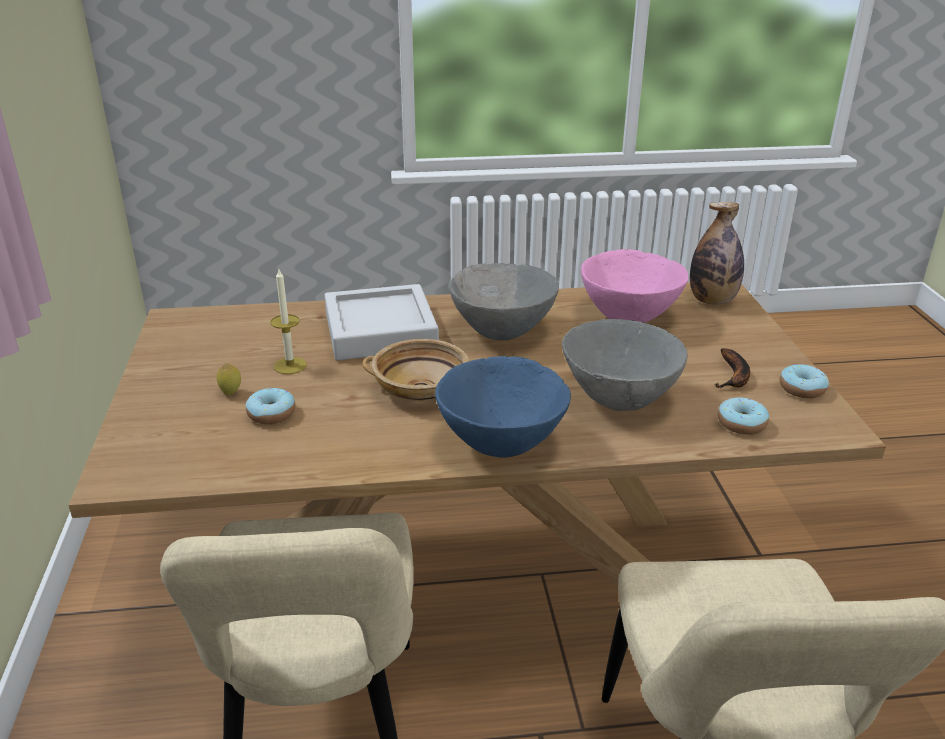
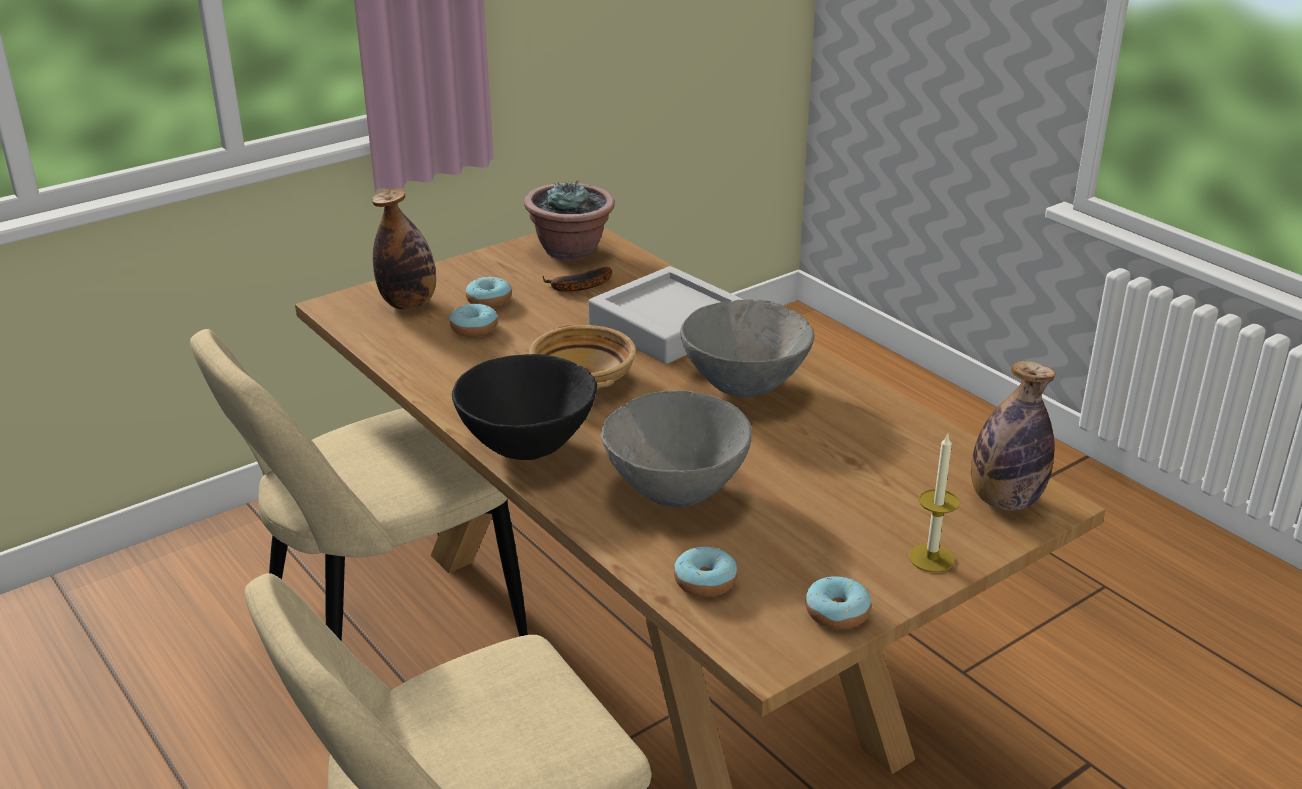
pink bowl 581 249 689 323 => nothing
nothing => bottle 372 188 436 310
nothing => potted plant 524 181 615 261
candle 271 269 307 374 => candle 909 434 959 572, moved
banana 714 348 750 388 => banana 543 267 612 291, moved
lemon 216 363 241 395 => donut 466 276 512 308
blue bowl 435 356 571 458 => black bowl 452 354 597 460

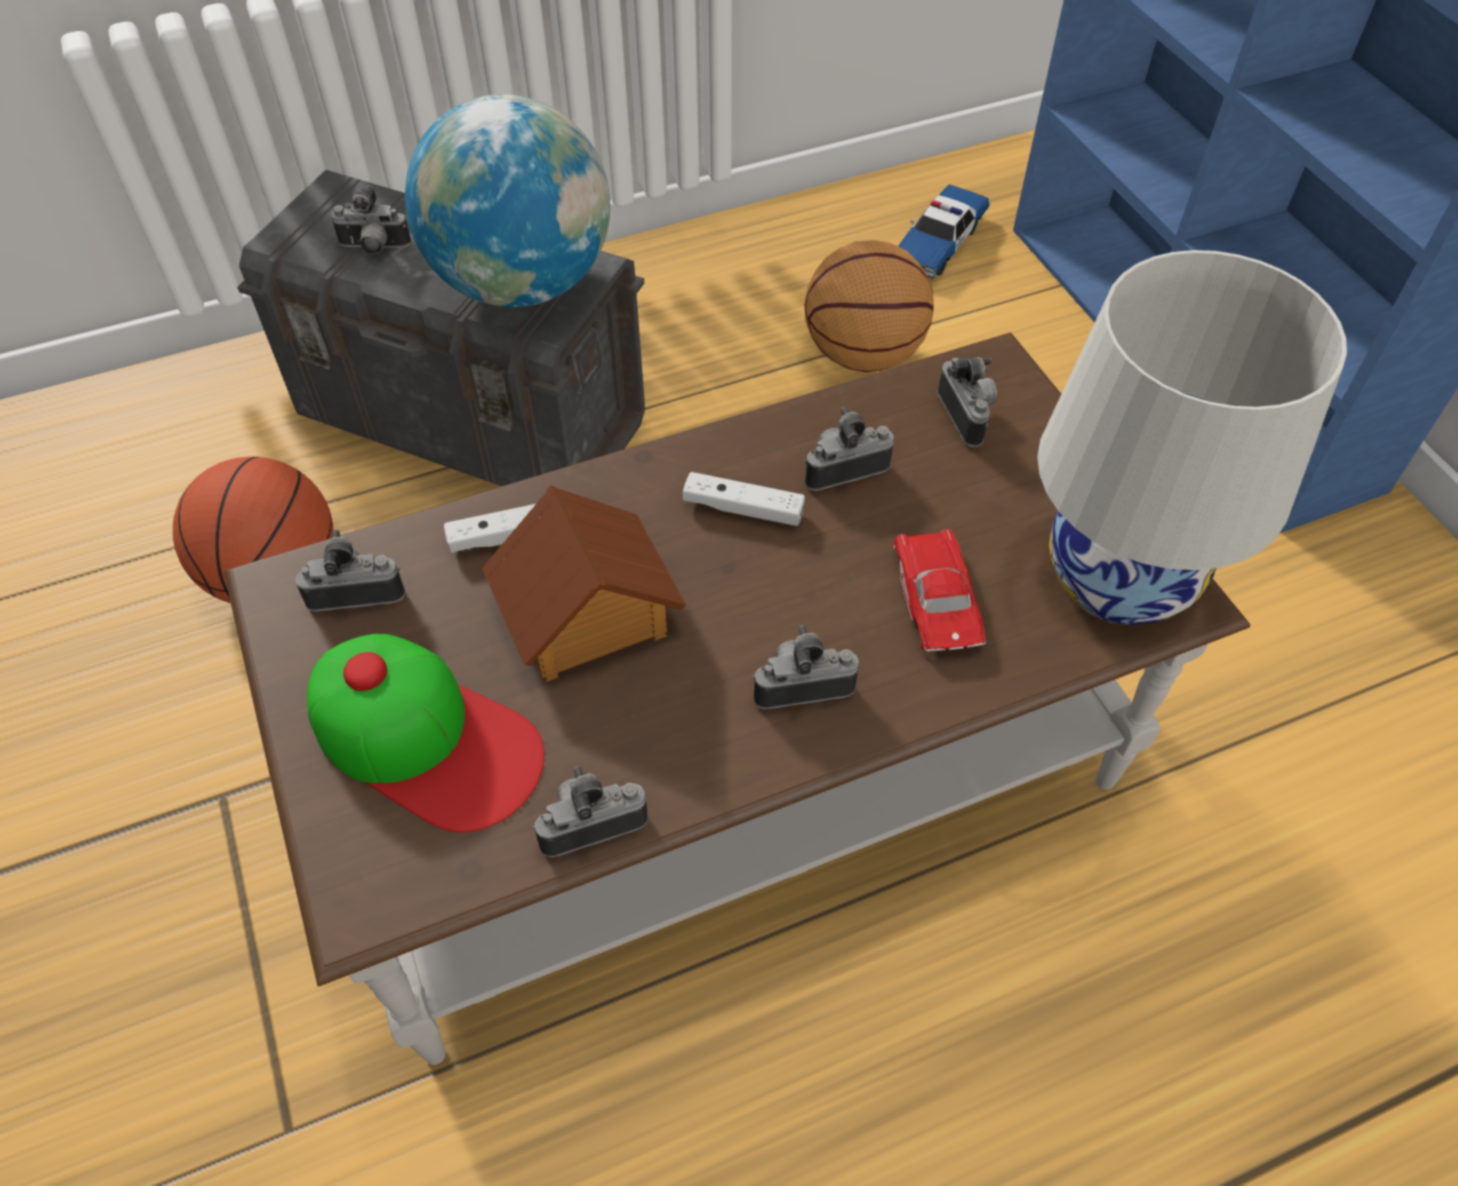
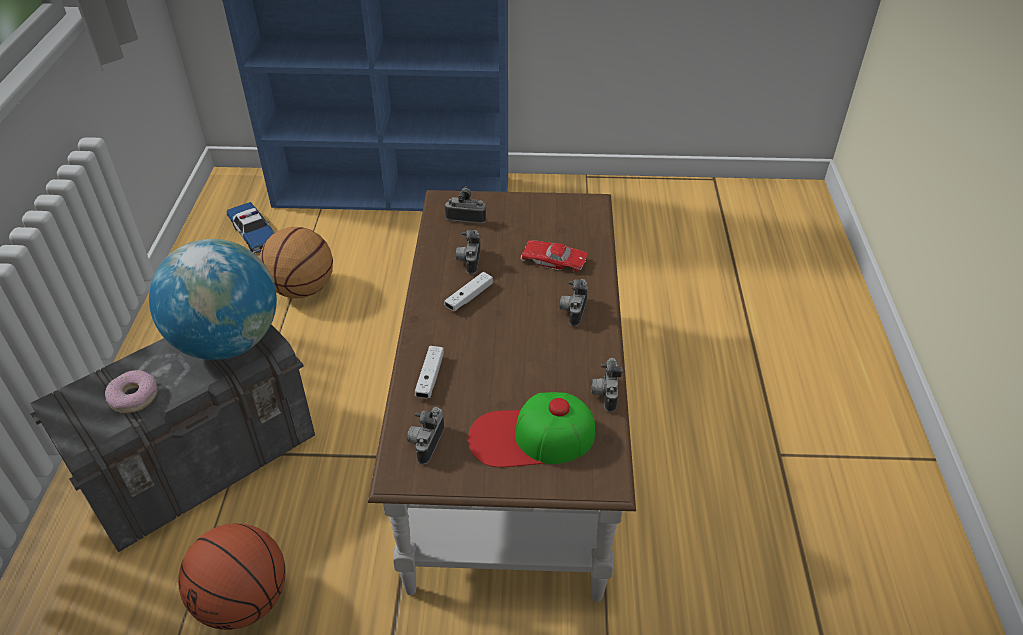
toy house 482 485 686 682 => nothing
white table lamp 1037 250 1347 625 => nothing
photo camera 331 185 411 254 => donut 105 370 157 413
cap 307 634 544 833 => cap 468 392 595 467, 150 degrees counterclockwise

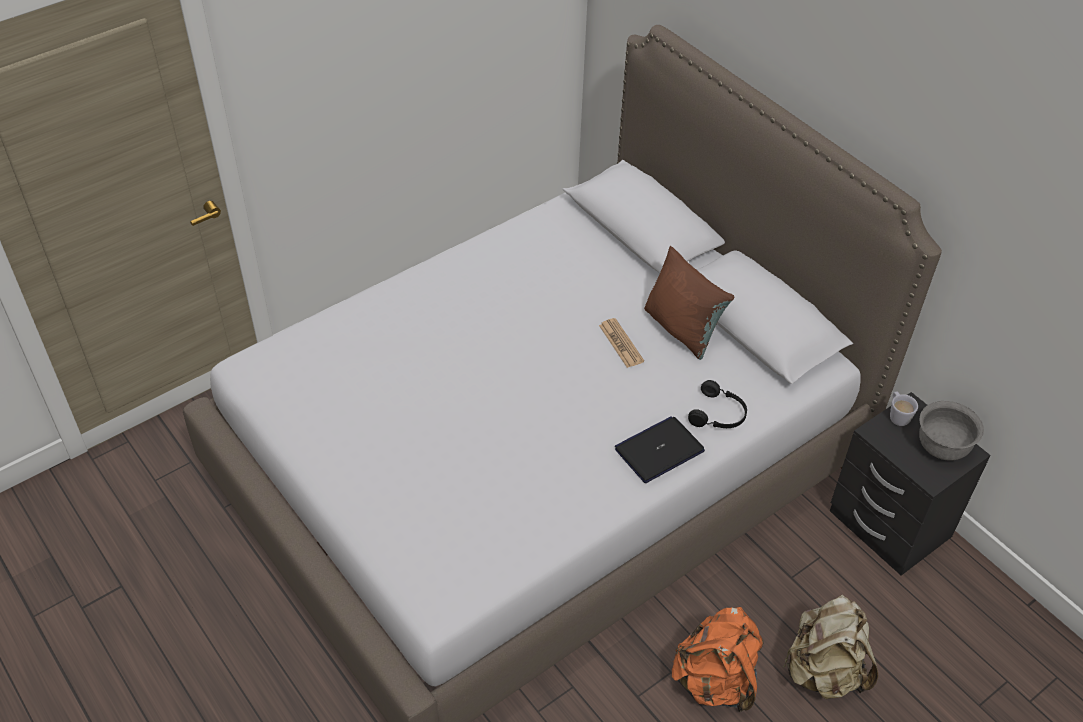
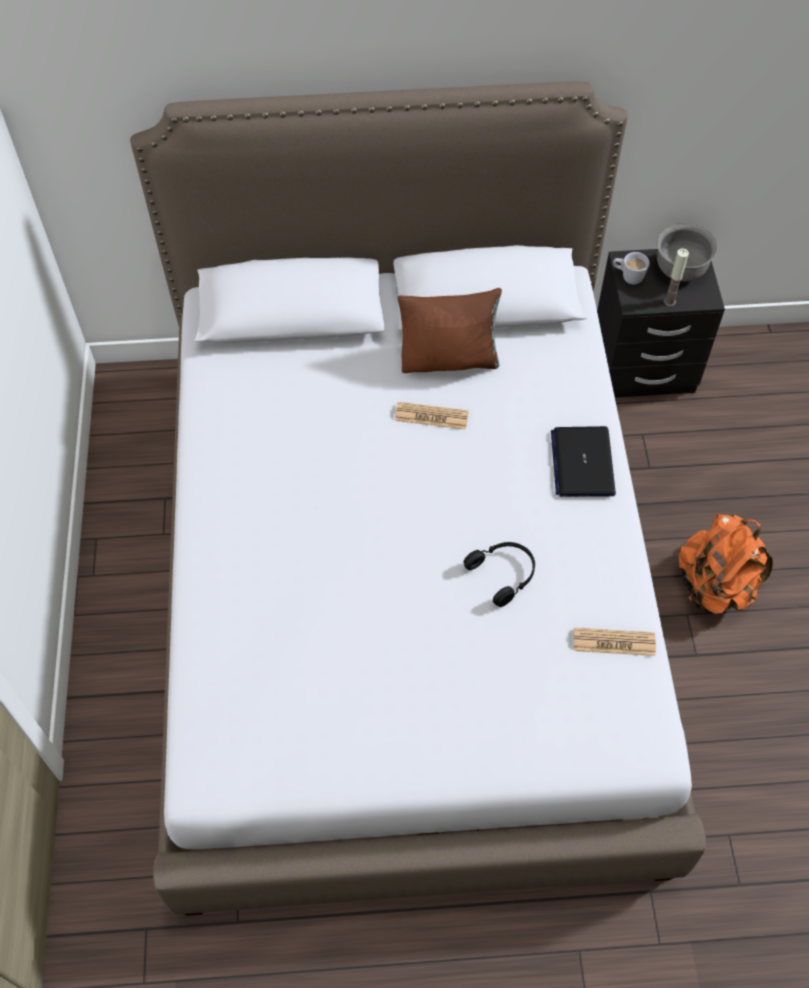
beige backpack 783 594 878 699 => nothing
nothing => newspaper 574 628 656 656
nothing => candle 664 249 689 306
black headphones 688 380 747 428 => black headphones 464 542 535 607, moved

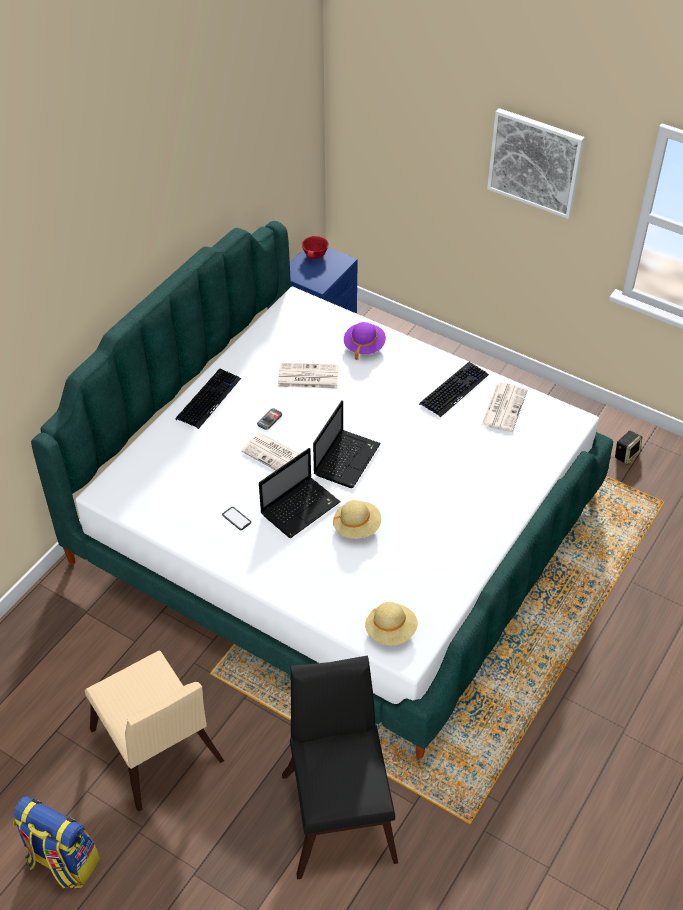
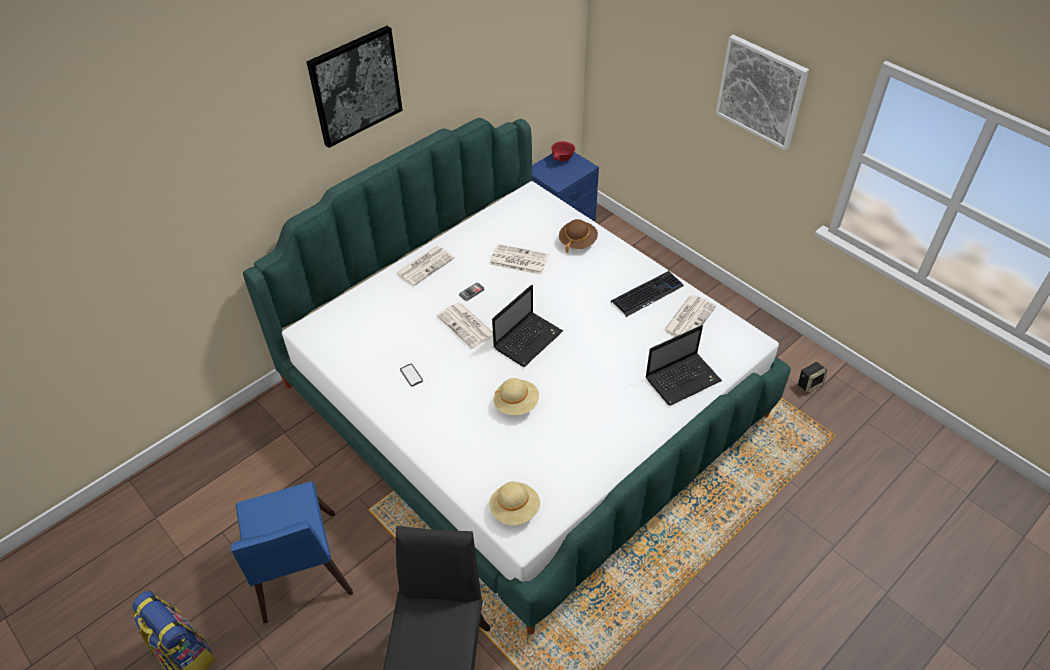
nothing => picture 306 26 403 148
laptop 259 448 341 538 => laptop 645 325 722 406, moved
keyboard 175 369 241 429 => newspaper 396 246 455 286
beige chair 85 651 224 812 => blue chair 231 481 353 623
purple hat 344 322 386 360 => brown hat 559 219 598 253

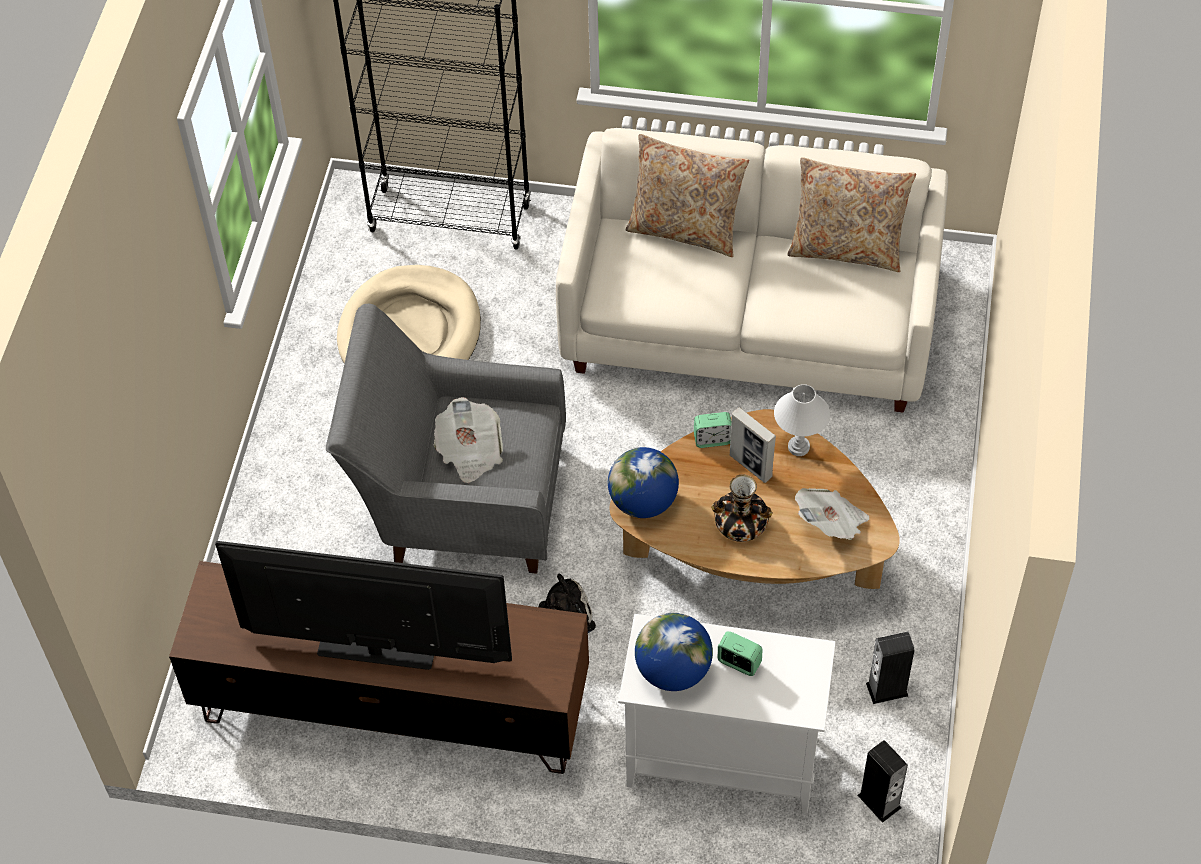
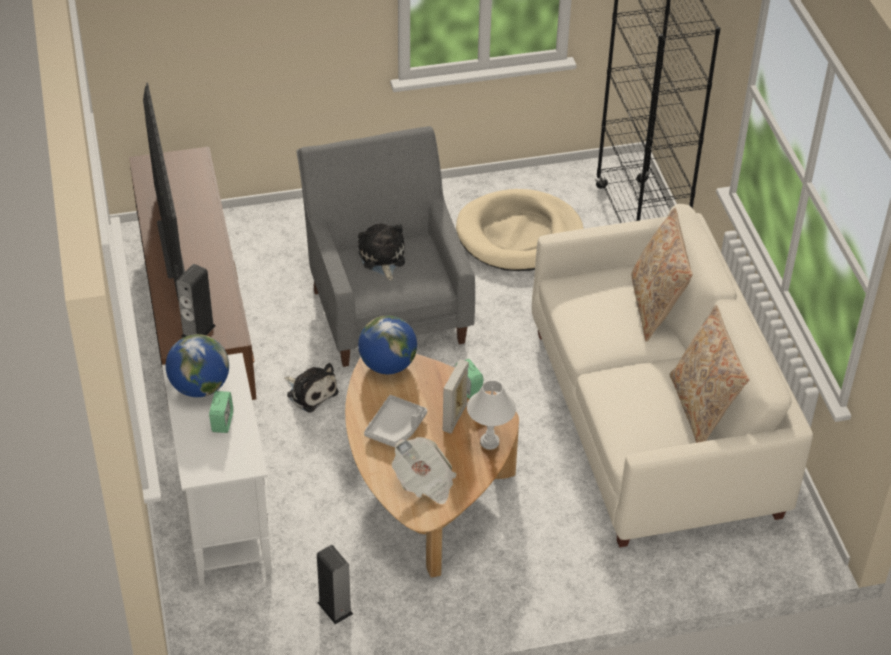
speaker 858 740 908 823 => speaker 176 264 216 338, moved
newspaper 434 397 503 483 => plush toy 358 223 405 281
vase 711 475 773 542 => grey tray 364 395 427 447

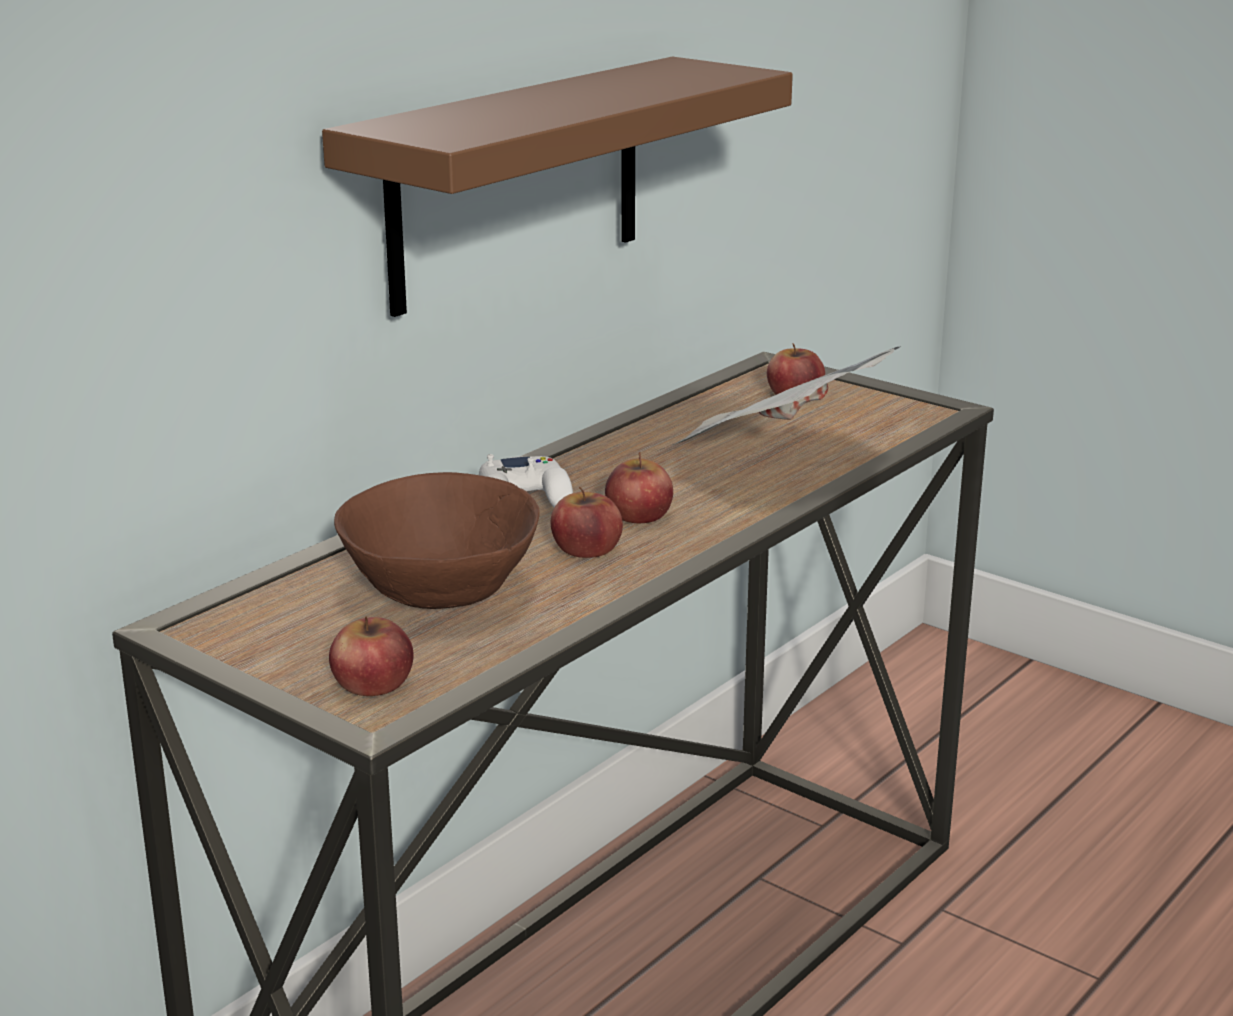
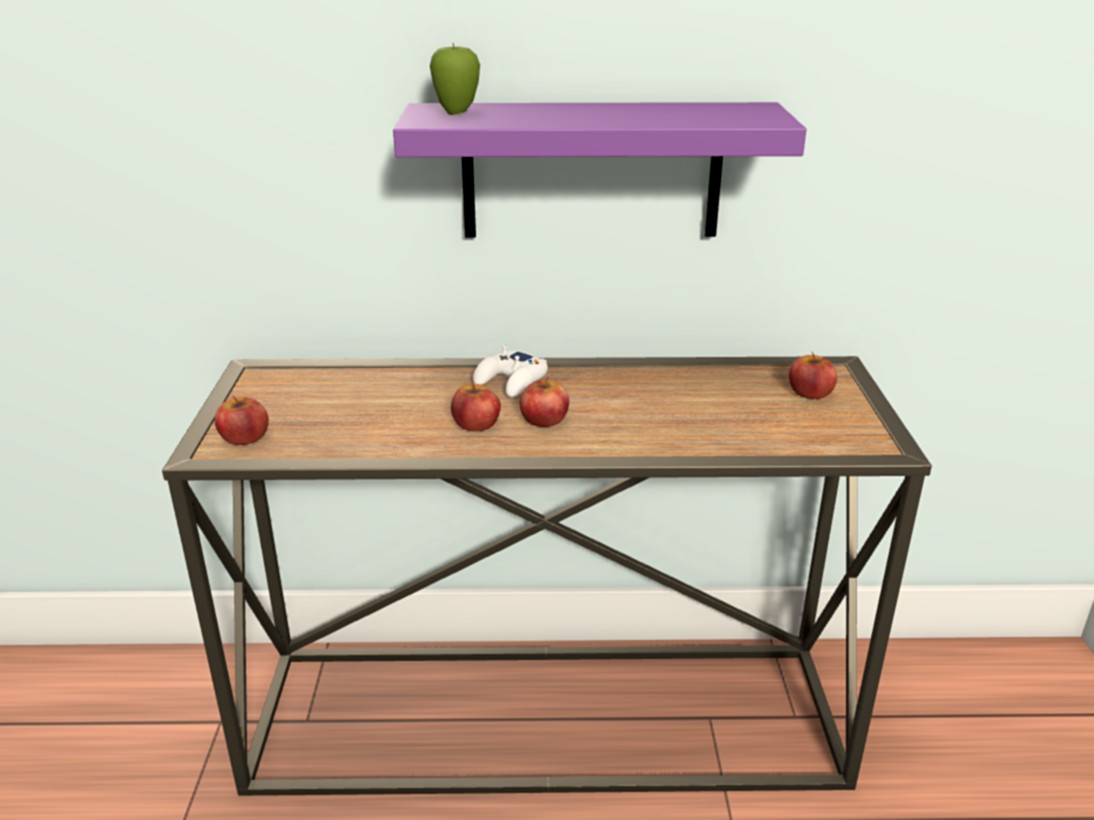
brown bowl 334 472 540 609 => nothing
newspaper 660 346 901 450 => nothing
nothing => apple 430 43 480 115
brown shelf 322 57 793 317 => purple shelf 393 102 807 238

